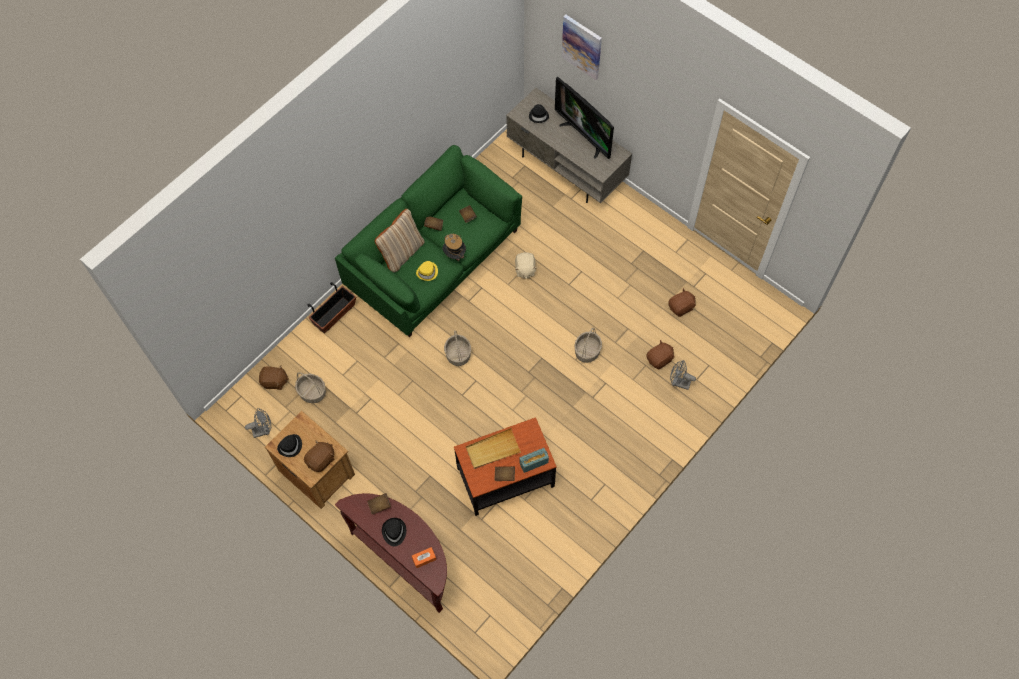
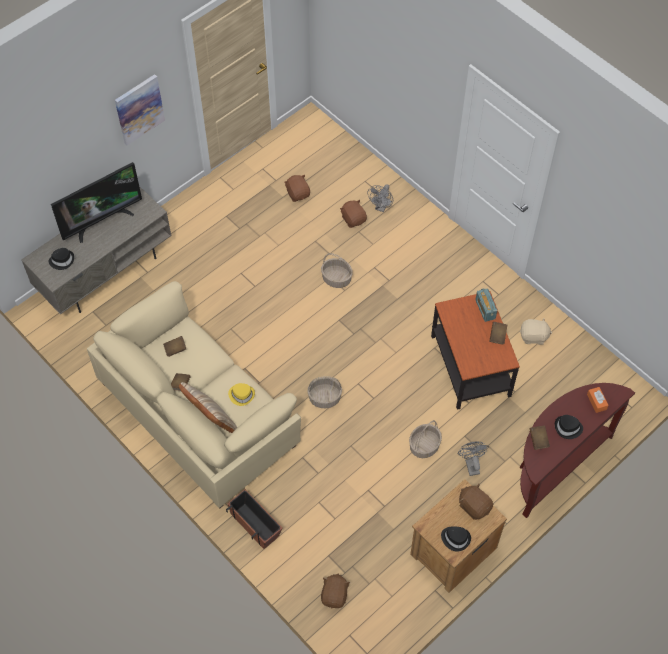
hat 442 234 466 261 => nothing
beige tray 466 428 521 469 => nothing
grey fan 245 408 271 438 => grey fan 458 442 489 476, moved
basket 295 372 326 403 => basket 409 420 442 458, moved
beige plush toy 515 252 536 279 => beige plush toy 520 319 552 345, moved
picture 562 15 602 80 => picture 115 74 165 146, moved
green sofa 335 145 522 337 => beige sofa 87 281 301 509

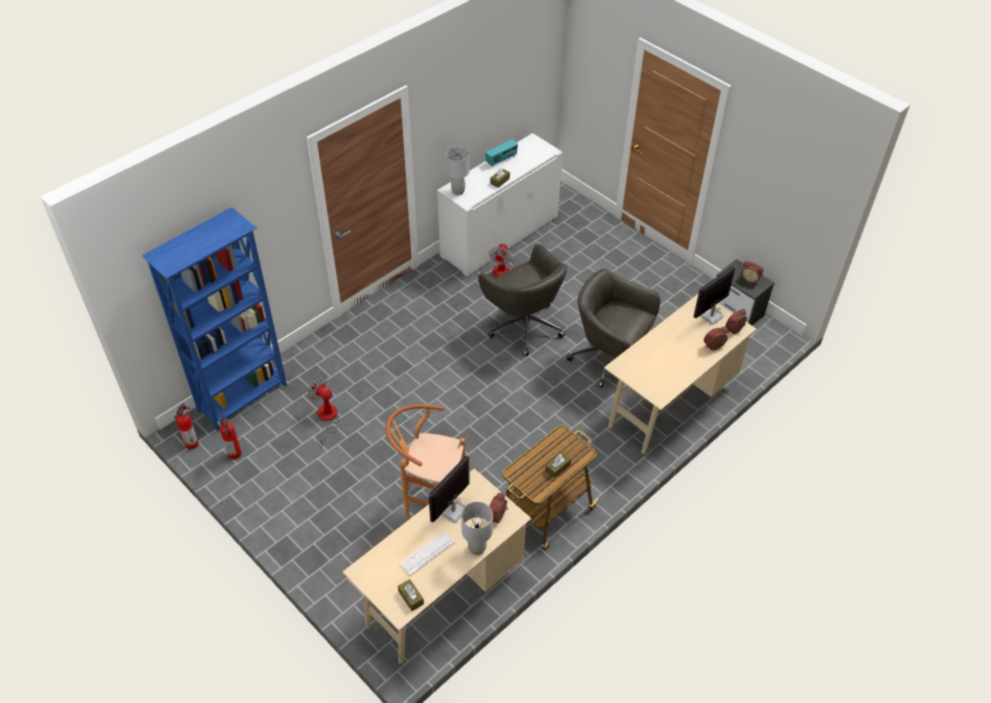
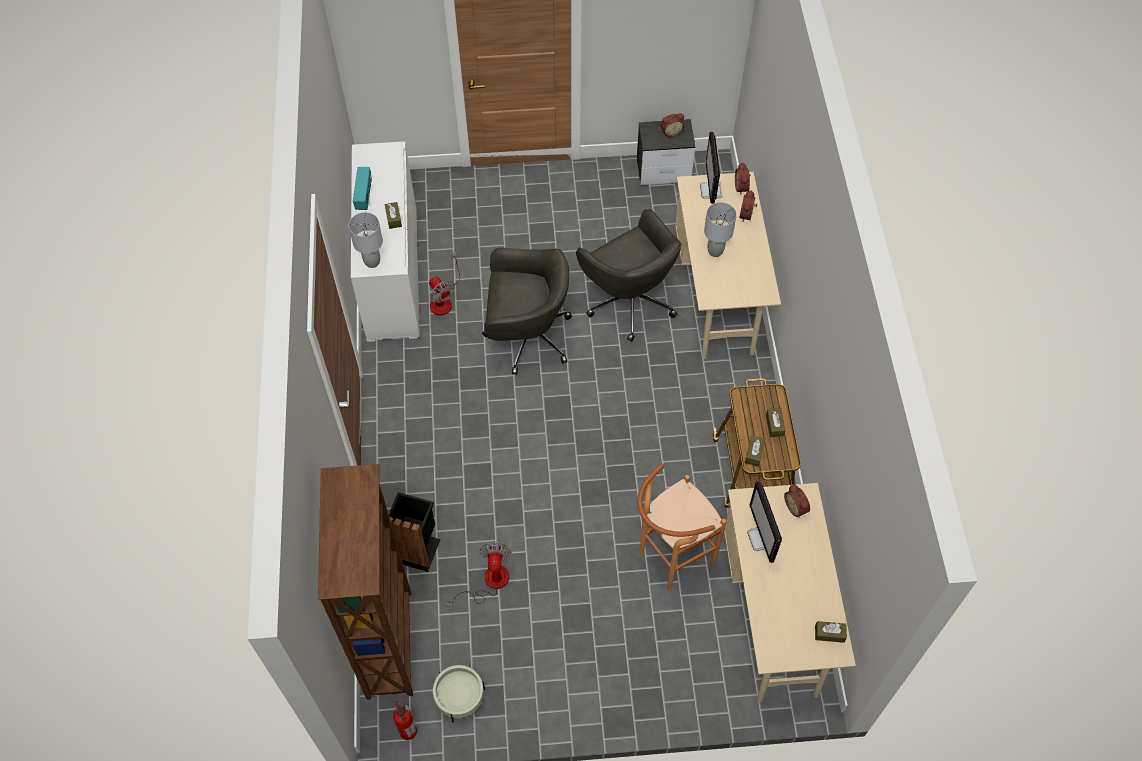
keyboard 399 531 455 576 => nothing
nothing => black trash can 389 492 441 572
nothing => brown tissue box 745 435 765 466
grey table lamp 461 502 493 555 => grey table lamp 704 202 737 257, moved
fire extinguisher 217 415 242 459 => beige planter 433 665 485 723
blue bookcase 142 207 287 431 => brown bookcase 318 464 413 700
fan 308 377 339 447 => fan 445 543 511 607, 105 degrees clockwise
grey office chair 567 269 660 388 => grey office chair 576 209 682 342, 105 degrees counterclockwise

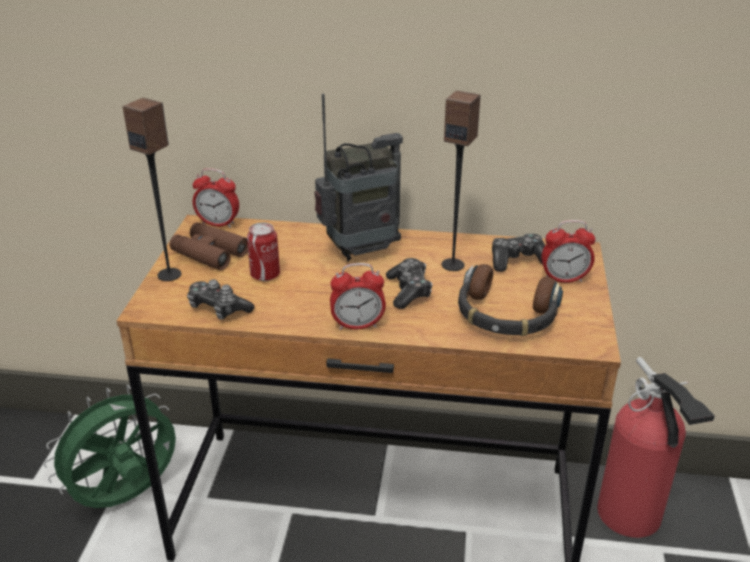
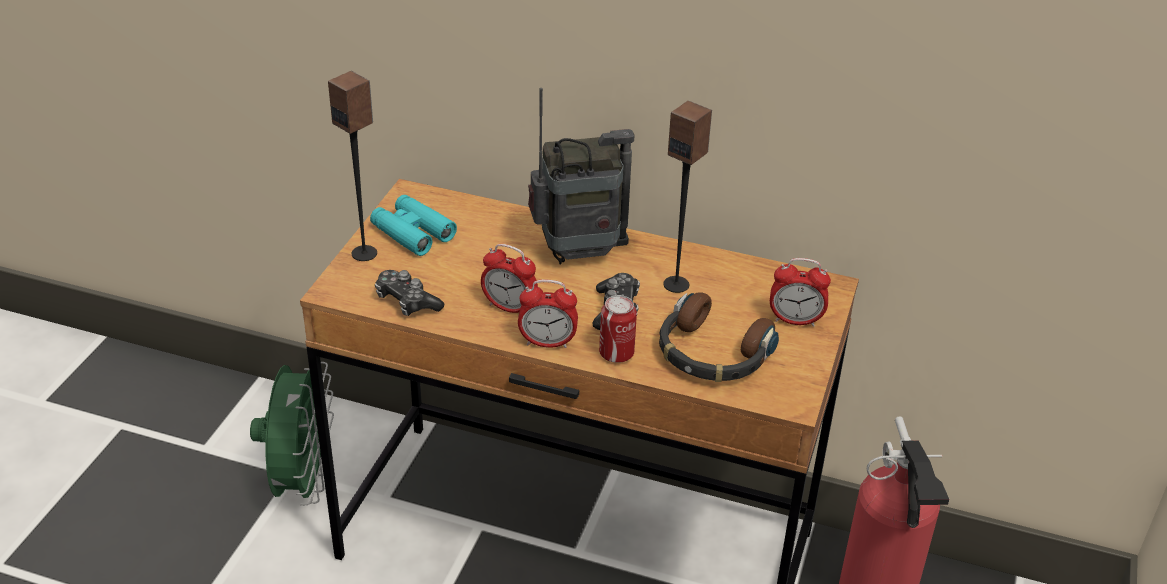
game controller 492 234 545 272 => nothing
alarm clock 193 168 239 228 => alarm clock 481 244 538 313, moved
can 247 223 280 281 => can 599 295 637 363, moved
brown binoculars 170 222 248 270 => turquoise binoculars 370 195 457 256
green fan 44 385 176 508 => green fan 250 362 334 505, 120 degrees clockwise

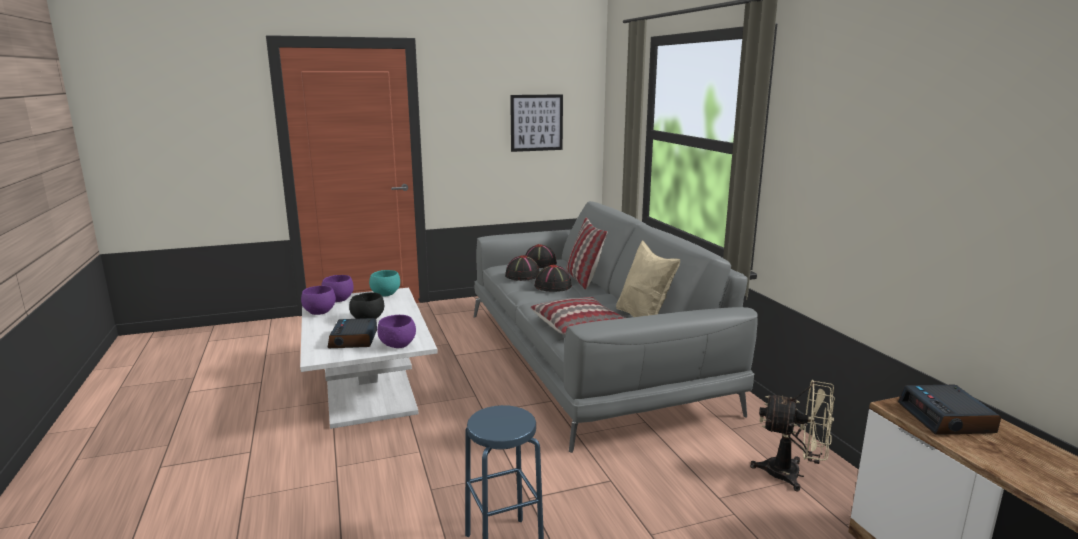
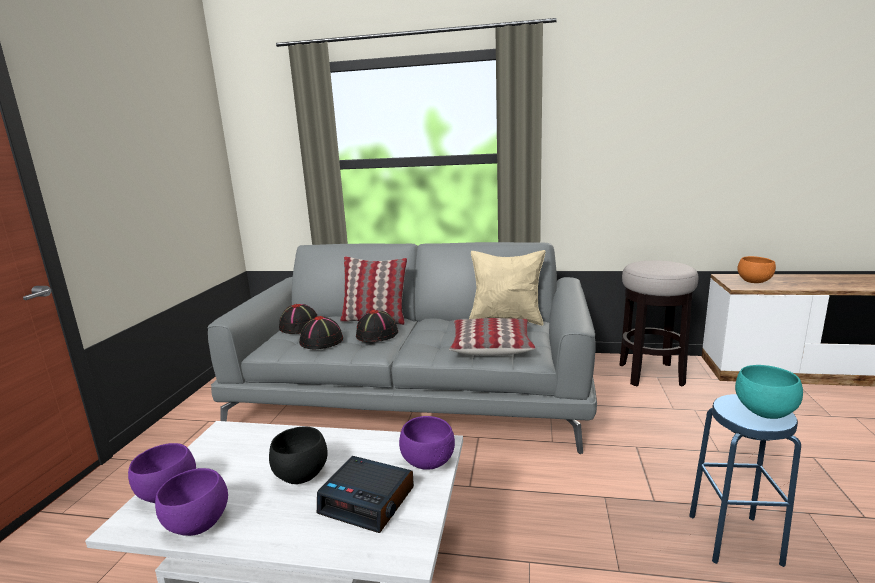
picture 510 94 563 152 => nothing
turquoise bowl 369 270 400 296 => turquoise bowl 735 365 803 419, moved
beige fan 750 380 835 491 => stool 620 260 698 386
alarm clock 898 385 1001 435 => orange bowl 737 256 776 283

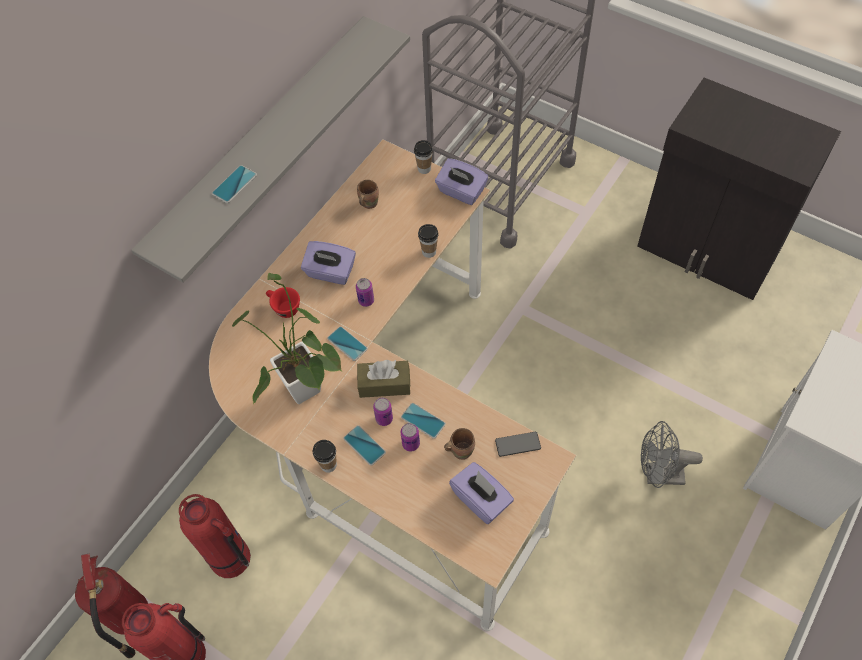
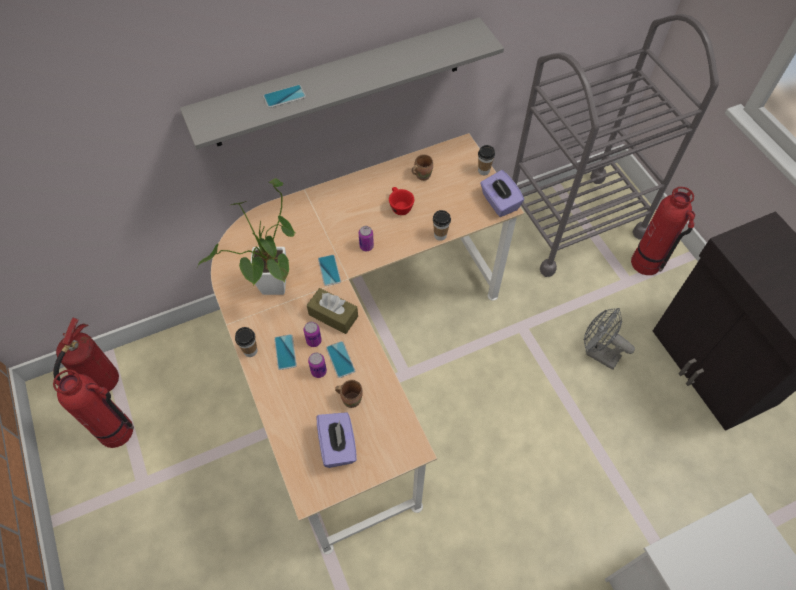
purple tissue box 301 241 356 285 => nothing
phone 495 432 541 457 => nothing
fire extinguisher 179 494 251 578 => fire extinguisher 631 187 695 275, moved
red cup 266 287 300 318 => red cup 389 187 415 215, moved
grey fan 641 421 703 488 => grey fan 584 308 635 370, moved

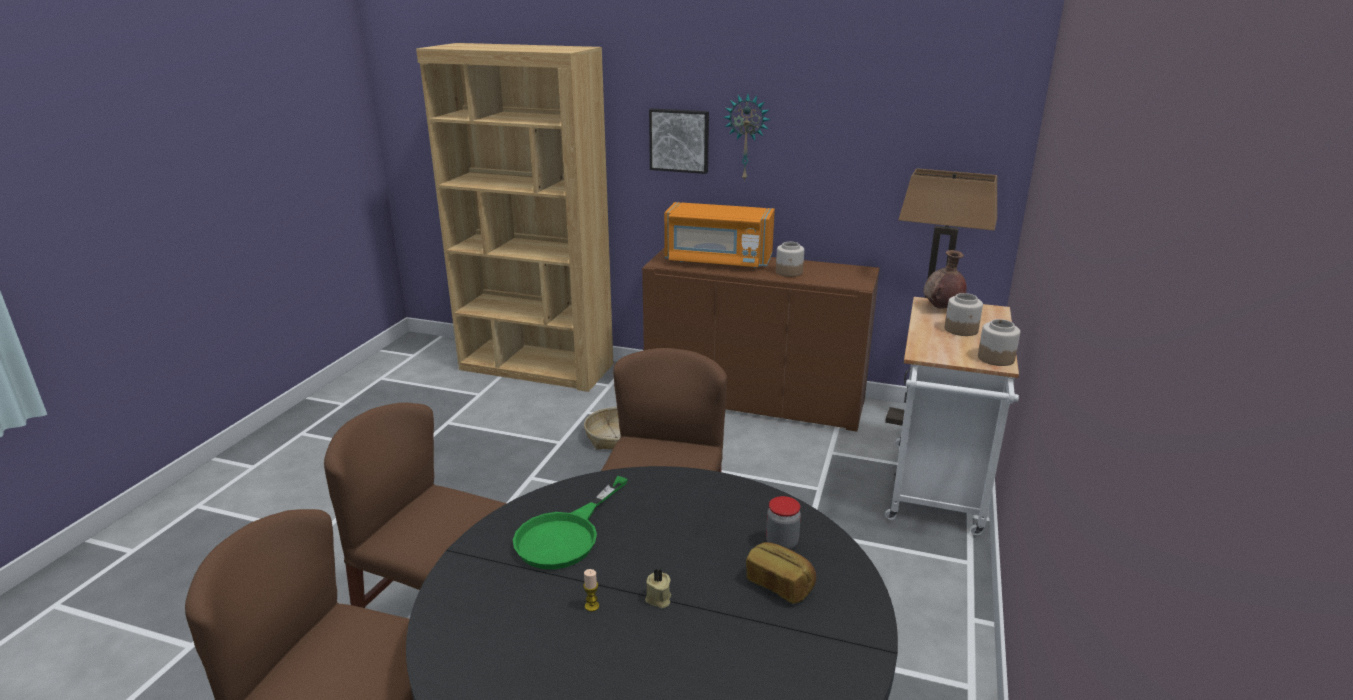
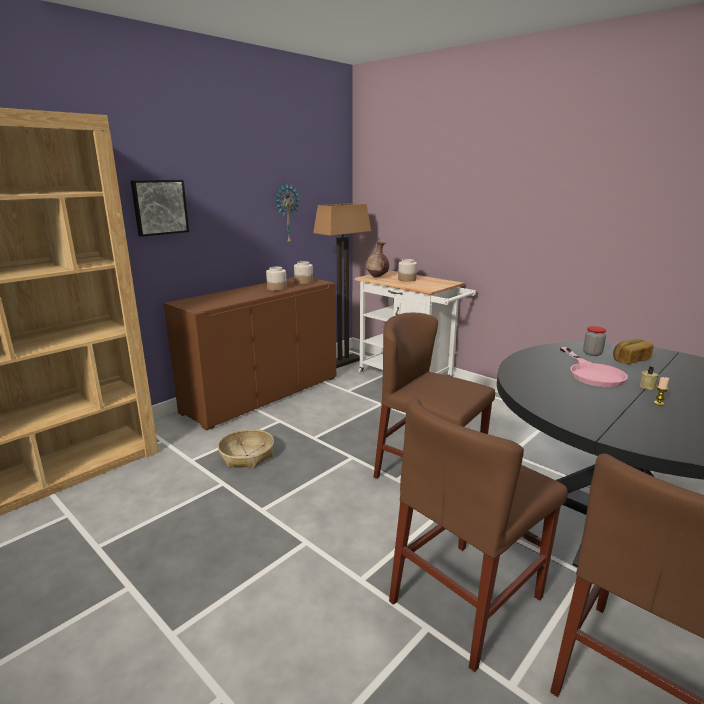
green frying pan 513 476 628 569 => nothing
orange microwave 664 202 775 268 => nothing
nothing => pink frying pan 560 347 628 387
wall clock 723 94 771 182 => wall clock 274 184 300 245, moved
jar 978 319 1020 366 => jar 294 261 313 284, moved

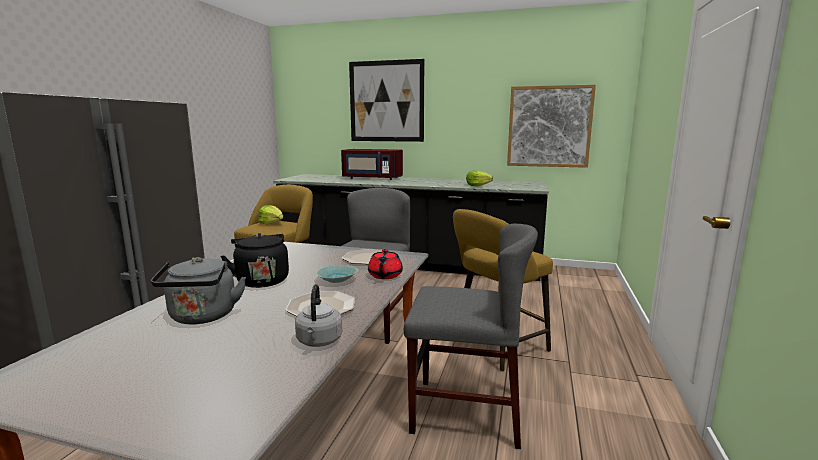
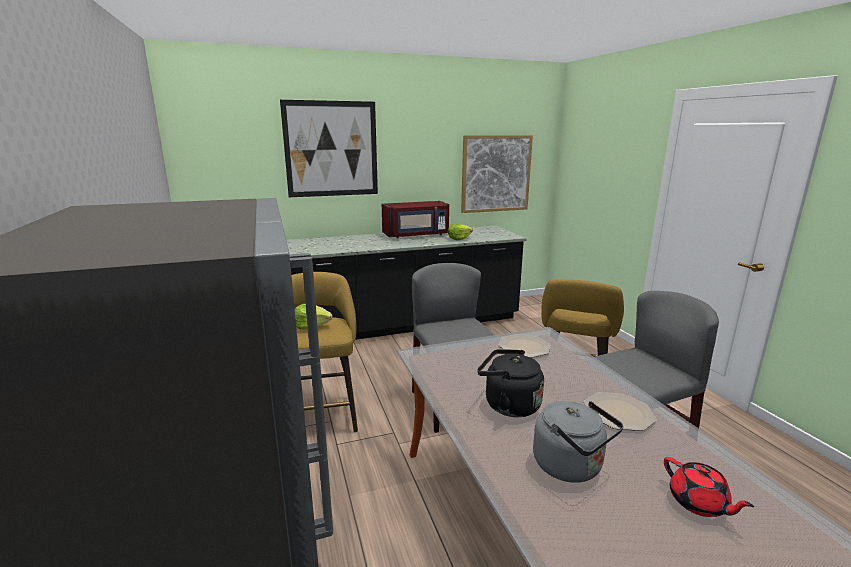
grey kettle 295 284 342 347 => nothing
turquoise bowl 316 265 358 283 => nothing
red microwave 341 149 403 180 => red microwave 382 201 449 239, moved
red teapot 368 249 403 279 => red teapot 664 457 754 517, moved

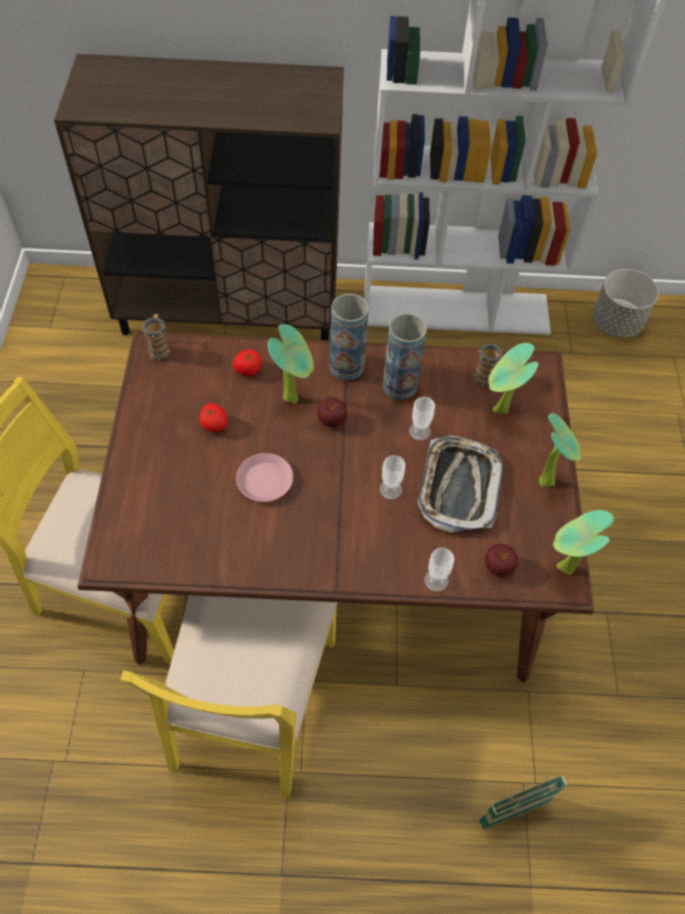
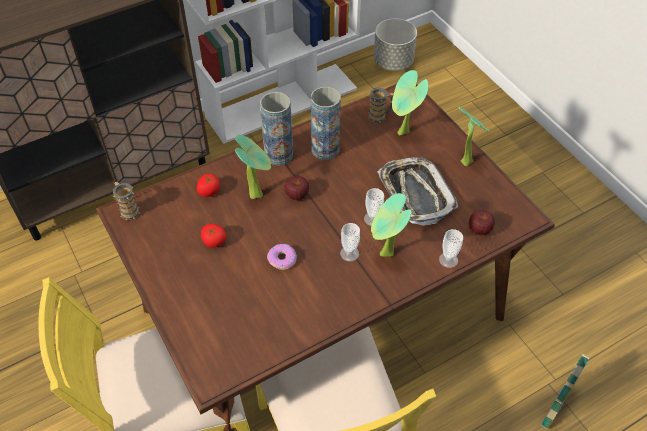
cup 409 397 435 441 => cup 340 223 360 261, moved
potted plant 553 510 614 575 => potted plant 371 193 412 257, moved
pink plate 236 453 293 502 => donut 267 244 297 270

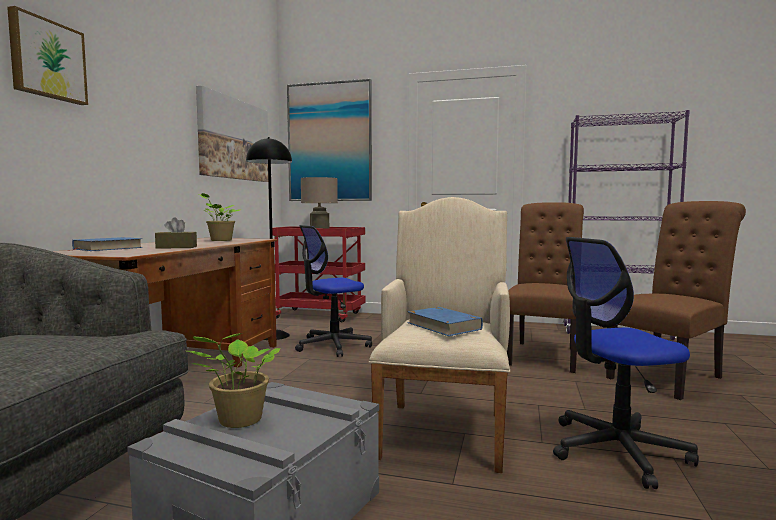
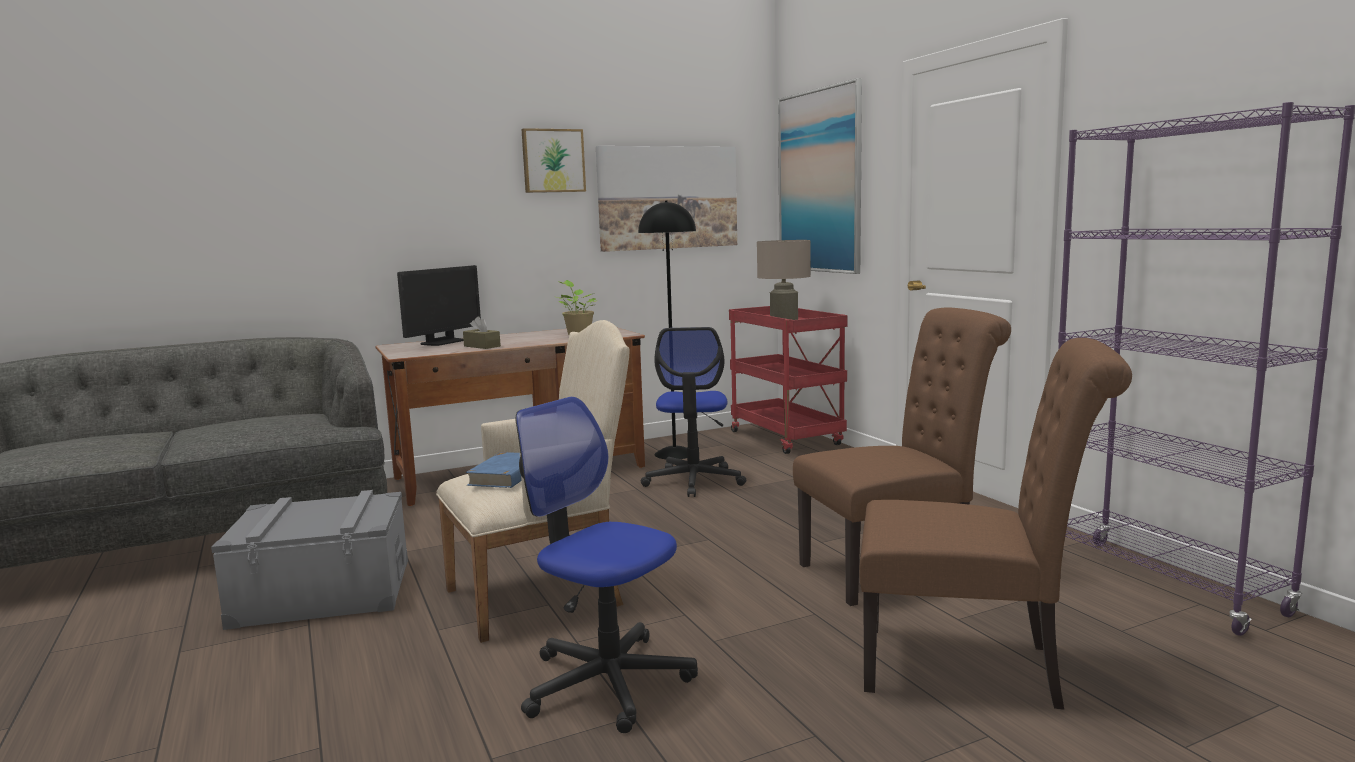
potted plant 187 333 280 428 => nothing
picture 7 6 88 105 => picture 521 128 586 193, moved
blue book 66 237 143 251 => monitor 397 265 481 346
office chair 295 225 372 357 => office chair 640 327 746 497, 105 degrees counterclockwise

